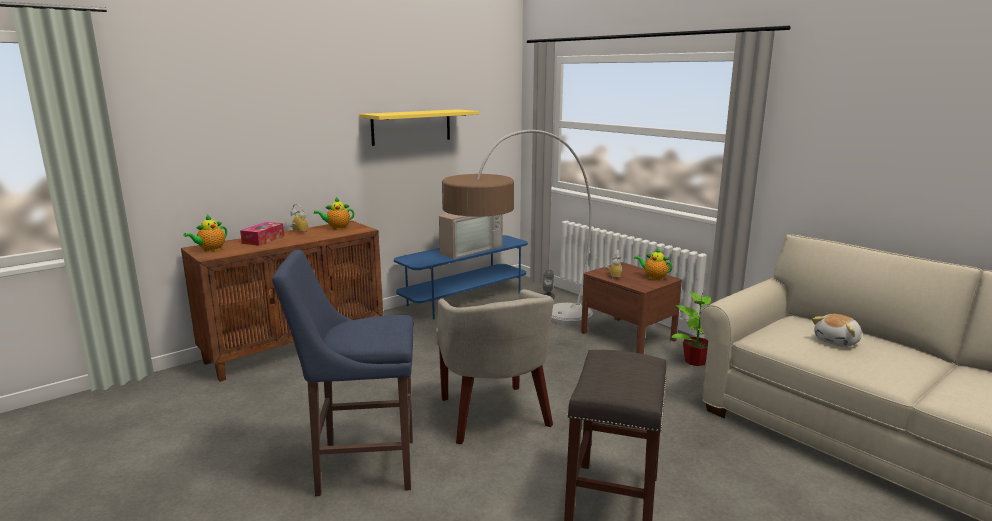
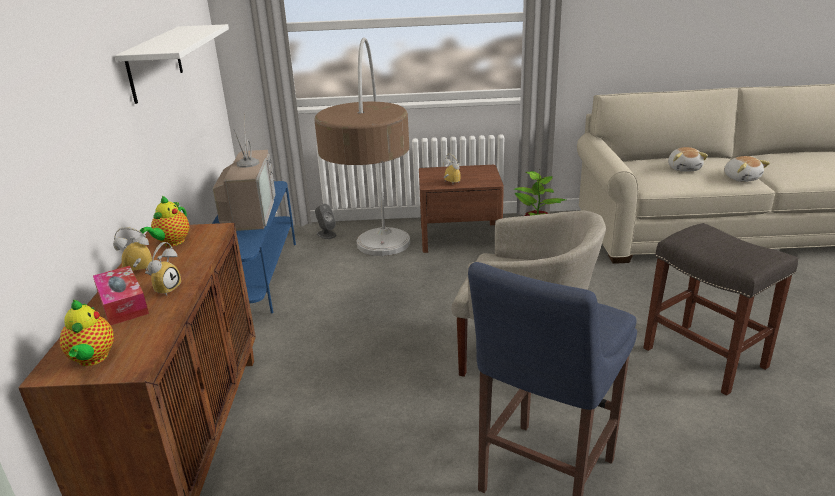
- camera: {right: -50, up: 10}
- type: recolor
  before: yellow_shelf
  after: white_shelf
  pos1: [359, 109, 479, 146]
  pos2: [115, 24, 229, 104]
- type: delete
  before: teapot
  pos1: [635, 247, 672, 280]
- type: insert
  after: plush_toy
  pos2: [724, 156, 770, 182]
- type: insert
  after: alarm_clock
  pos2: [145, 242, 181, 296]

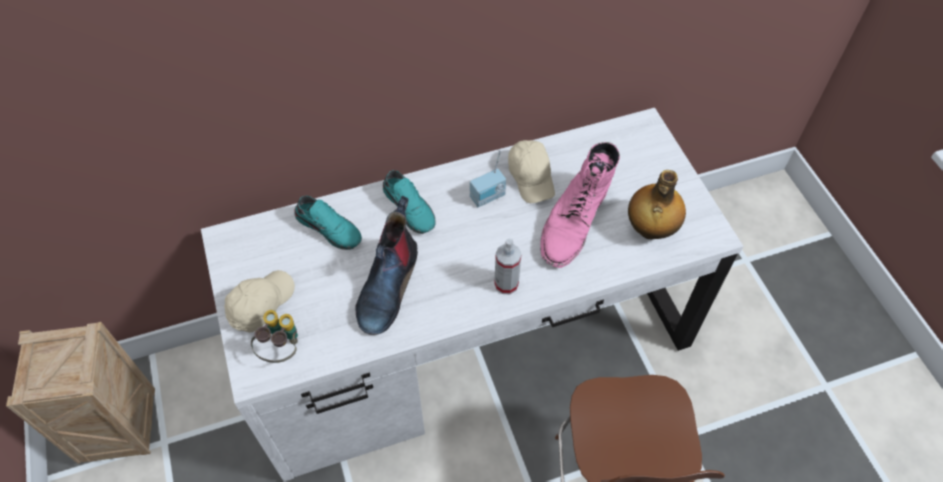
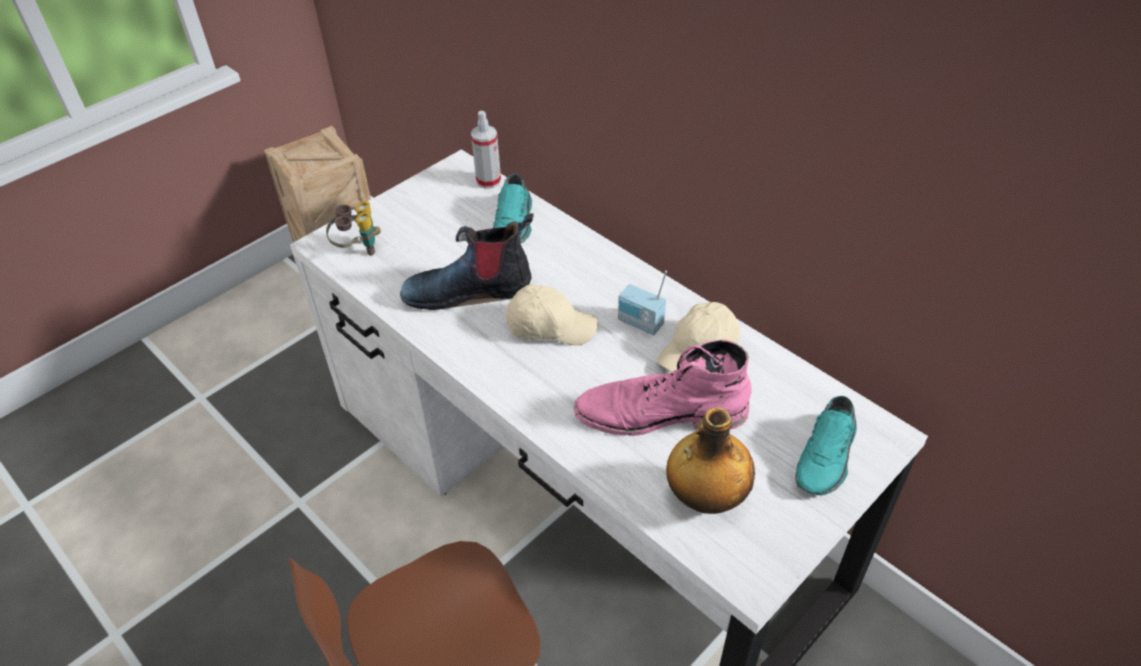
- camera: {right: 65, up: -10}
- type: move
  before: turquoise_shoe
  pos1: [383, 170, 436, 234]
  pos2: [795, 396, 857, 495]
- type: move
  before: spray_bottle
  pos1: [494, 239, 521, 294]
  pos2: [471, 111, 501, 189]
- type: move
  before: beige_cap
  pos1: [224, 270, 295, 332]
  pos2: [506, 284, 598, 345]

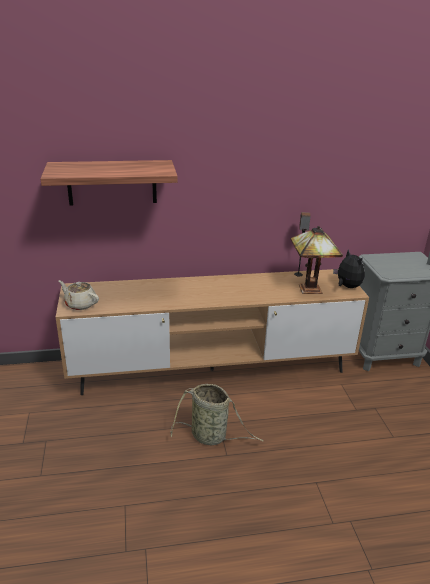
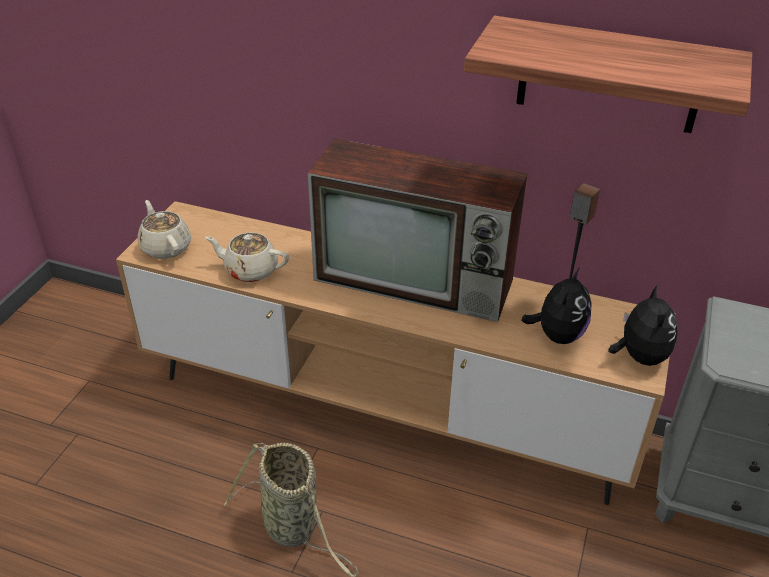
- camera: {right: 30, up: 10}
- type: move
  before: shelf
  pos1: [40, 160, 178, 205]
  pos2: [464, 16, 752, 133]
- type: replace
  before: table_lamp
  after: plush_toy
  pos1: [290, 226, 343, 294]
  pos2: [521, 267, 592, 344]
- type: insert
  after: television
  pos2: [308, 139, 527, 322]
- type: insert
  after: beige_teapot
  pos2: [205, 233, 289, 282]

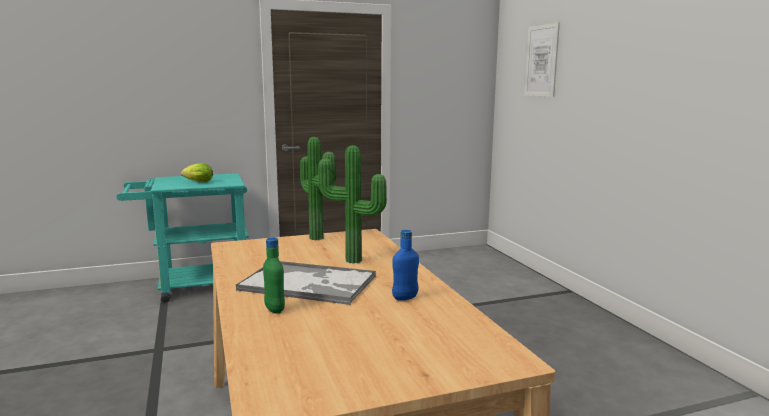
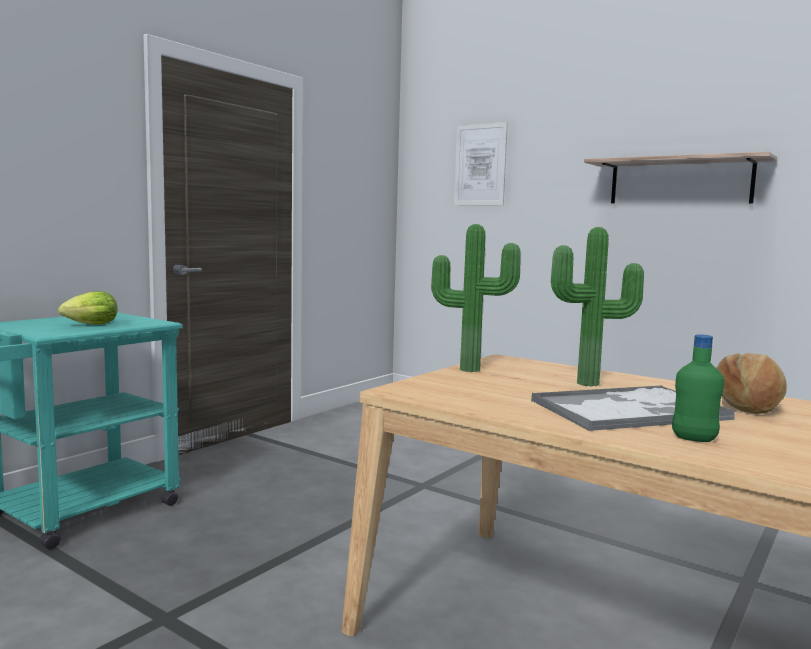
- camera: {right: -35, up: -5}
- type: replace
  before: blue_bottle
  after: bread
  pos1: [392, 230, 419, 301]
  pos2: [716, 353, 787, 414]
- type: insert
  after: shelf
  pos2: [584, 152, 777, 203]

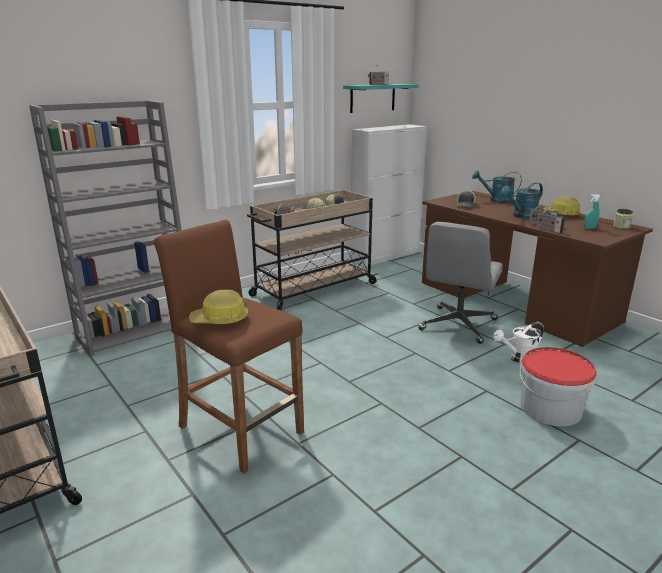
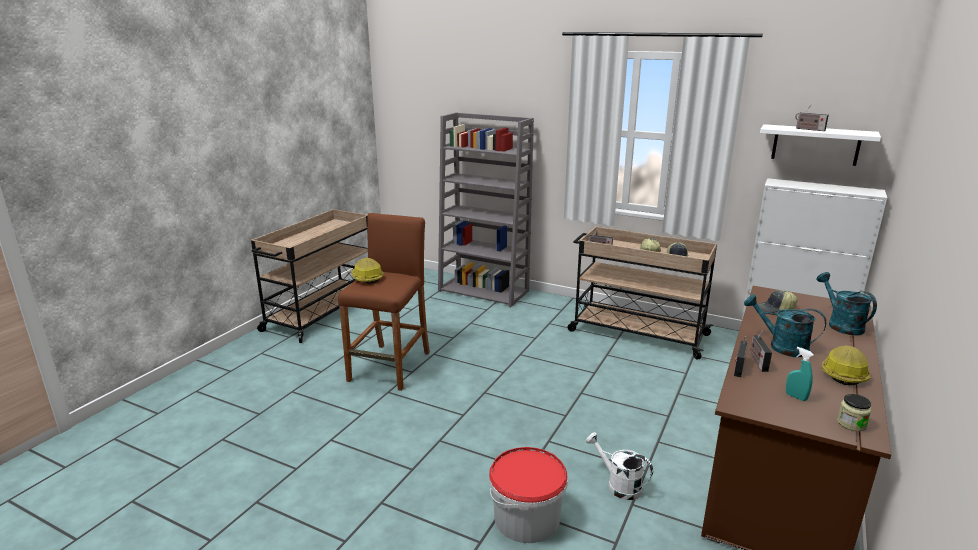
- camera: {right: 65, up: 0}
- type: recolor
  before: turquoise_shelf
  after: white_shelf
  pos1: [343, 84, 419, 113]
  pos2: [760, 124, 881, 166]
- type: delete
  before: grey_office_chair
  pos1: [418, 222, 503, 344]

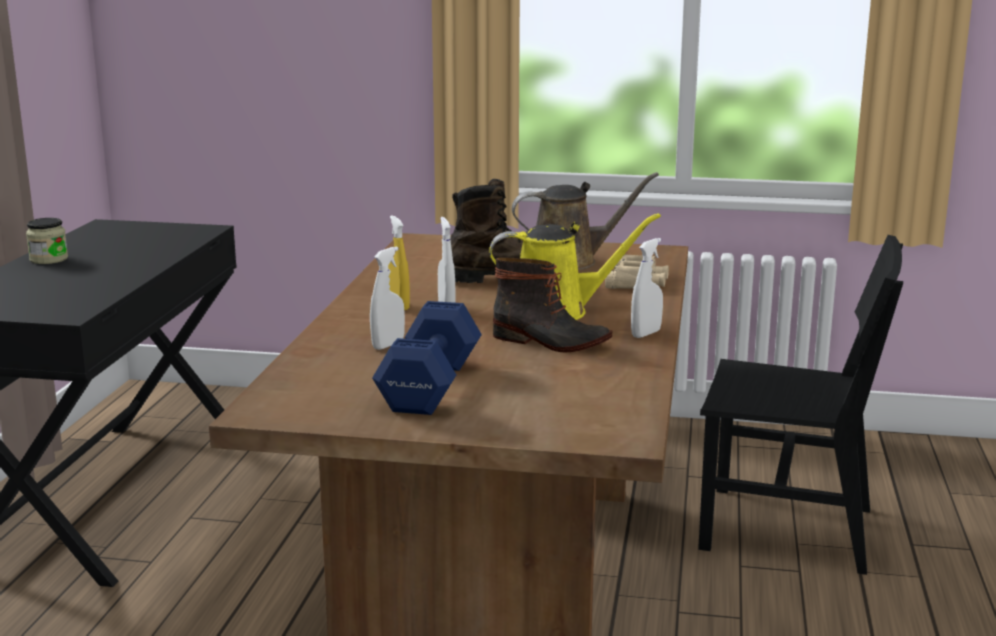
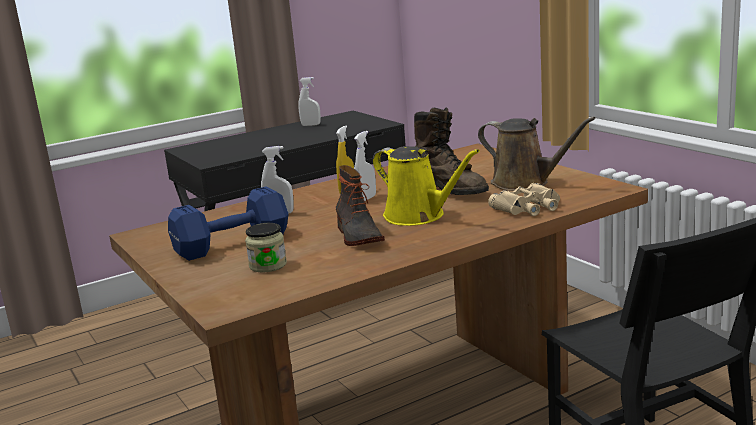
- camera: {right: 50, up: 0}
- type: move
  before: jar
  pos1: [26, 218, 68, 264]
  pos2: [245, 223, 287, 273]
- type: move
  before: white_spray_bottle
  pos1: [631, 238, 663, 338]
  pos2: [298, 77, 321, 126]

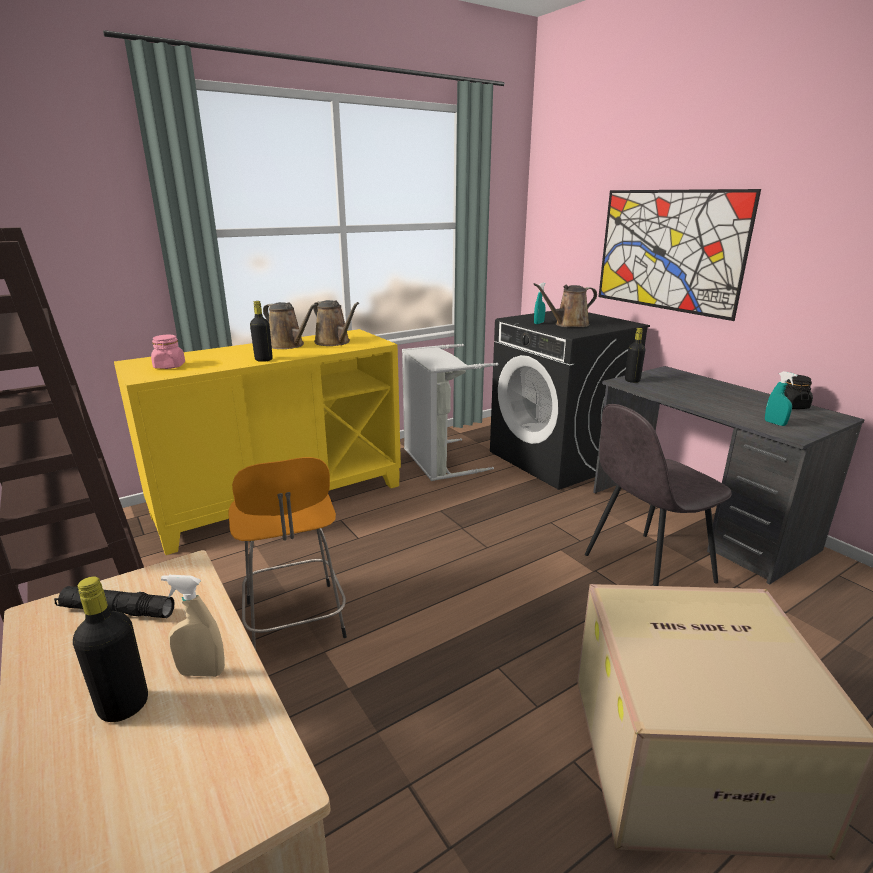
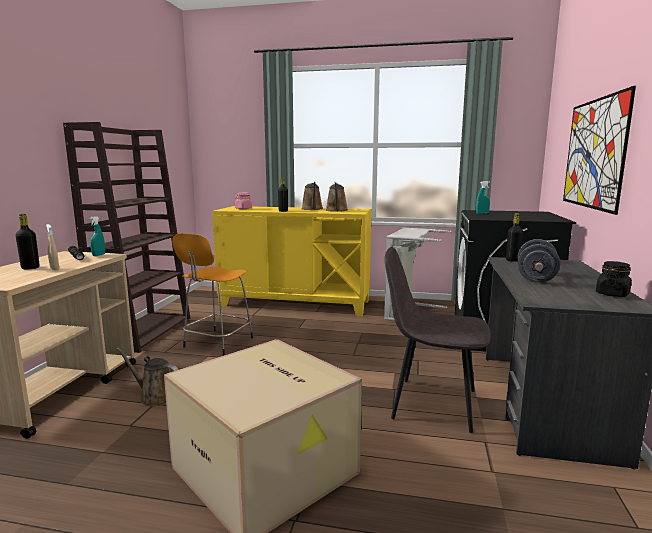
- camera: {right: 45, up: -10}
- type: move
  before: brown_watering_can
  pos1: [533, 283, 597, 327]
  pos2: [116, 348, 179, 406]
- type: move
  before: turquoise_spray_bottle
  pos1: [765, 371, 797, 426]
  pos2: [89, 216, 105, 256]
- type: insert
  after: grey_dumbbell
  pos2: [518, 239, 560, 283]

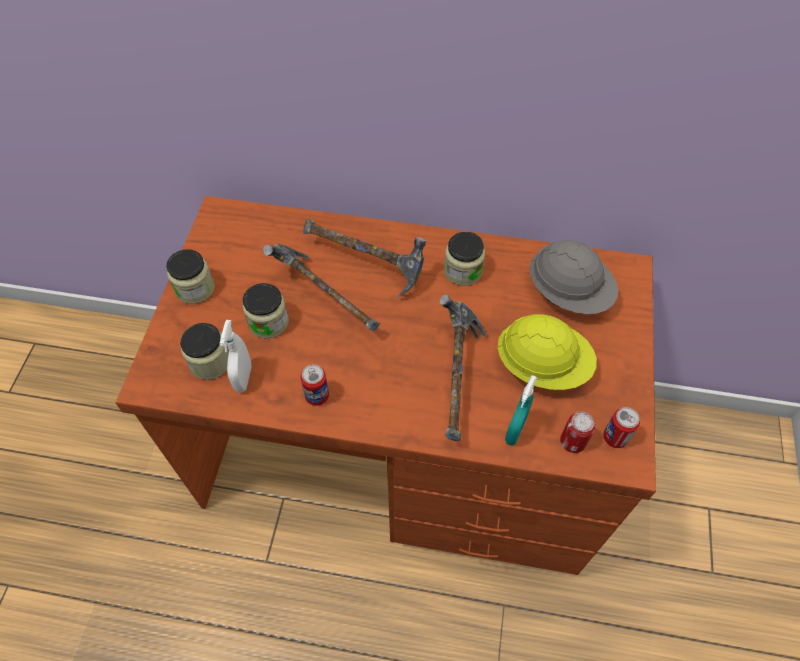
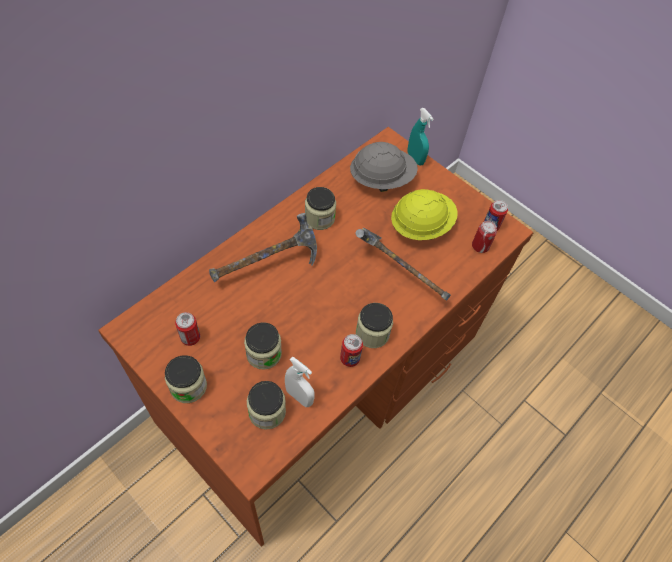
- camera: {right: -60, up: 0}
- type: delete
  before: hammer
  pos1: [263, 244, 380, 330]
- type: move
  before: turquoise_spray_bottle
  pos1: [505, 375, 537, 445]
  pos2: [408, 108, 434, 165]
- type: insert
  after: jar
  pos2: [356, 303, 393, 348]
- type: insert
  after: can
  pos2: [175, 312, 200, 346]

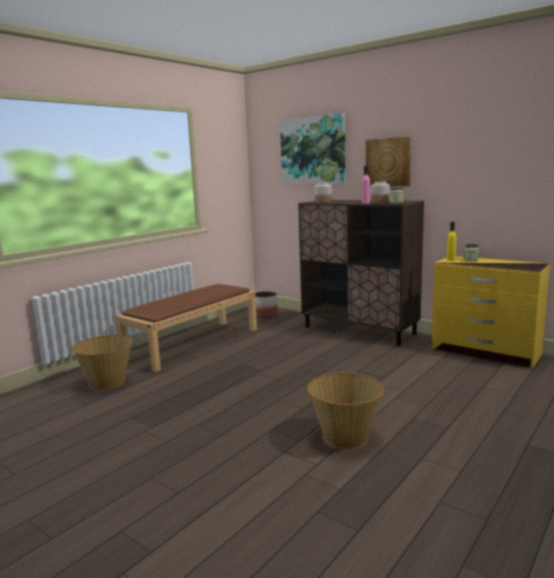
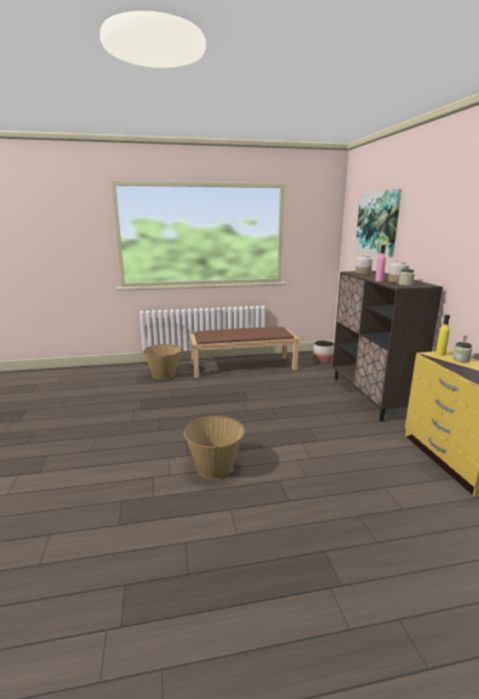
- camera: {right: 40, up: 5}
- type: delete
  before: picture
  pos1: [366, 137, 411, 187]

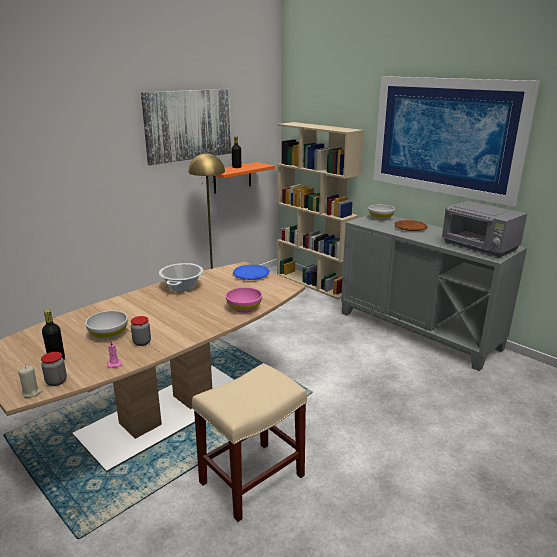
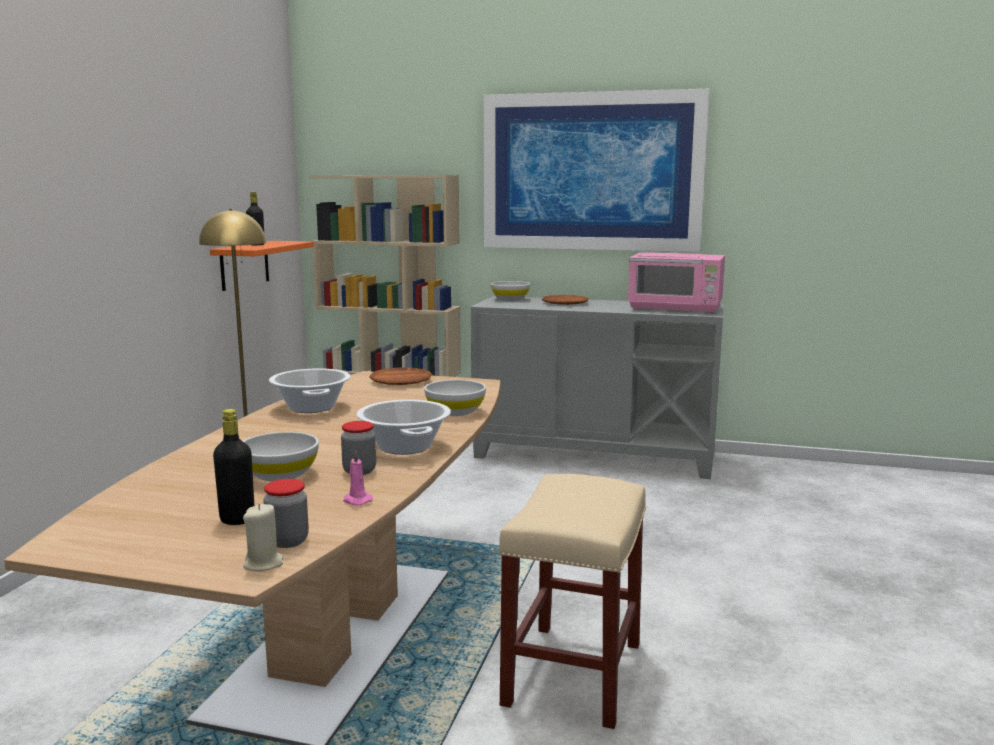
- camera: {right: -30, up: -10}
- type: delete
  before: picture
  pos1: [141, 89, 231, 165]
- type: recolor
  before: grey_microwave
  after: pink_microwave
  pos1: [442, 201, 527, 258]
  pos2: [628, 252, 725, 313]
- type: recolor
  before: blue_plate
  after: brown_plate
  pos1: [233, 265, 270, 280]
  pos2: [369, 367, 432, 385]
- type: recolor
  before: pink_bowl
  after: white_bowl
  pos1: [226, 287, 262, 313]
  pos2: [424, 380, 486, 416]
- type: insert
  after: cooking_pot
  pos2: [356, 400, 451, 455]

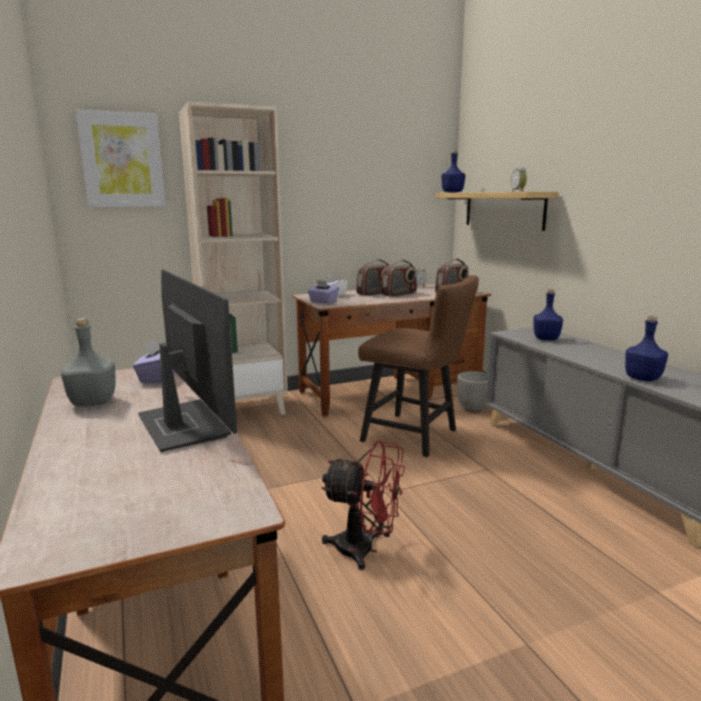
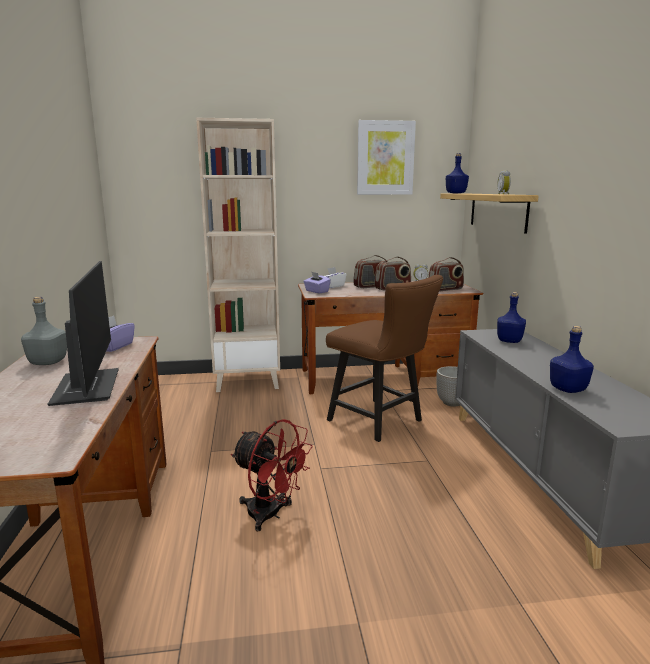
- camera: {right: 15, up: 0}
- type: move
  before: picture
  pos1: [76, 110, 166, 207]
  pos2: [357, 120, 416, 195]

